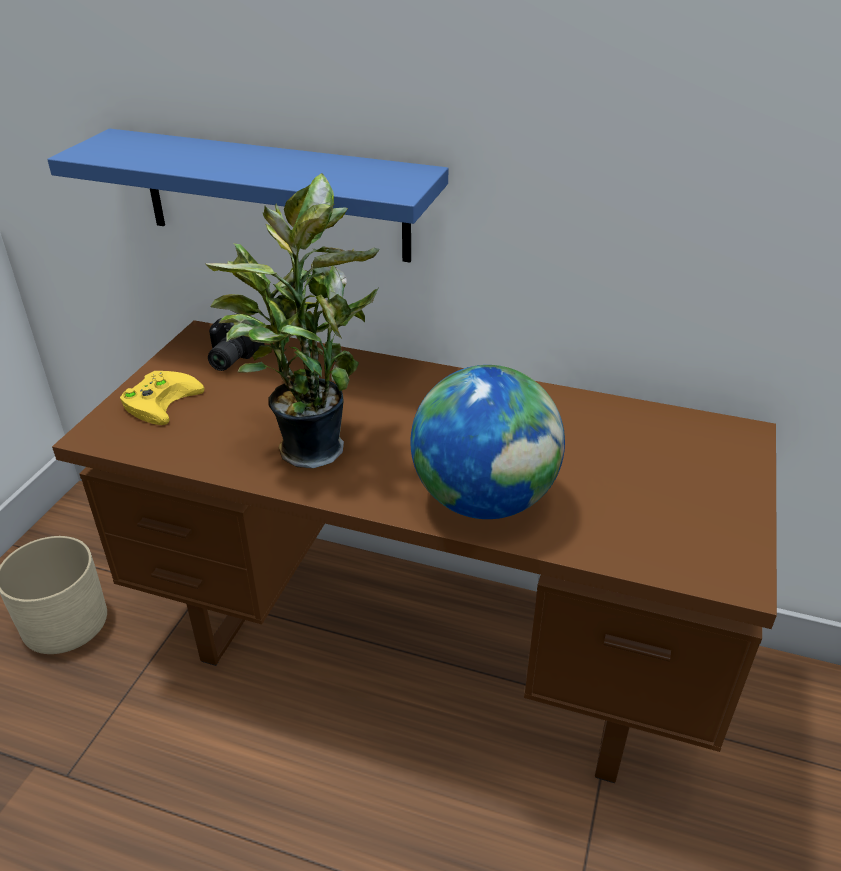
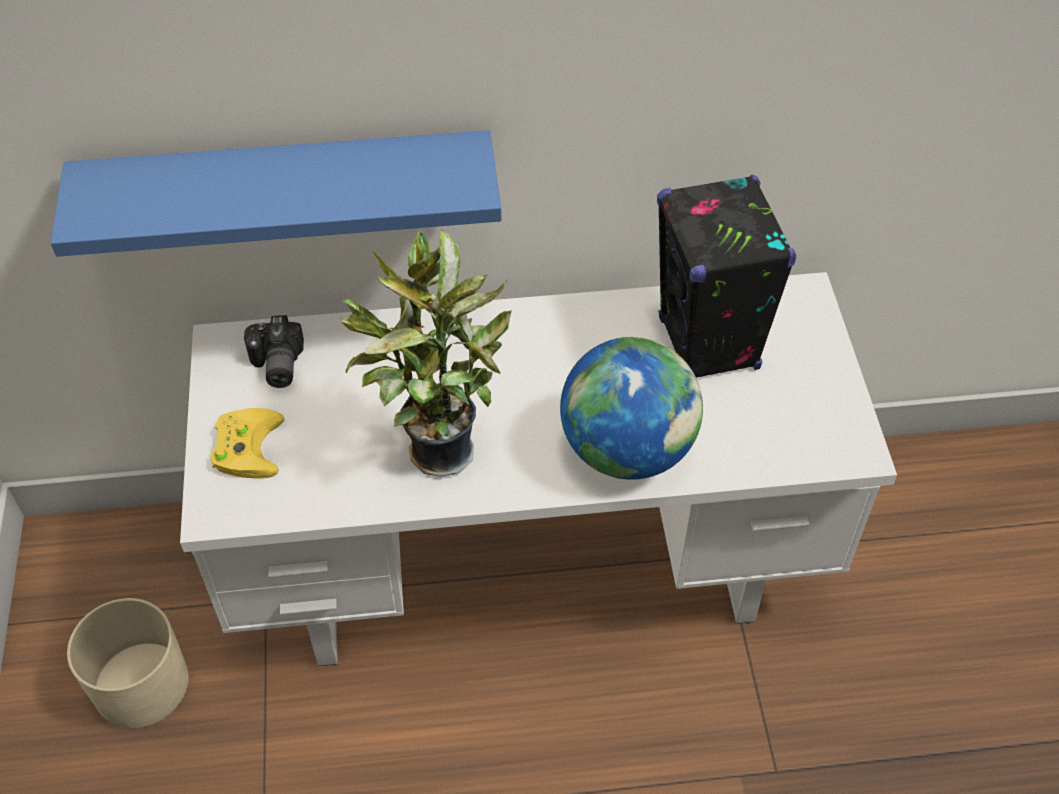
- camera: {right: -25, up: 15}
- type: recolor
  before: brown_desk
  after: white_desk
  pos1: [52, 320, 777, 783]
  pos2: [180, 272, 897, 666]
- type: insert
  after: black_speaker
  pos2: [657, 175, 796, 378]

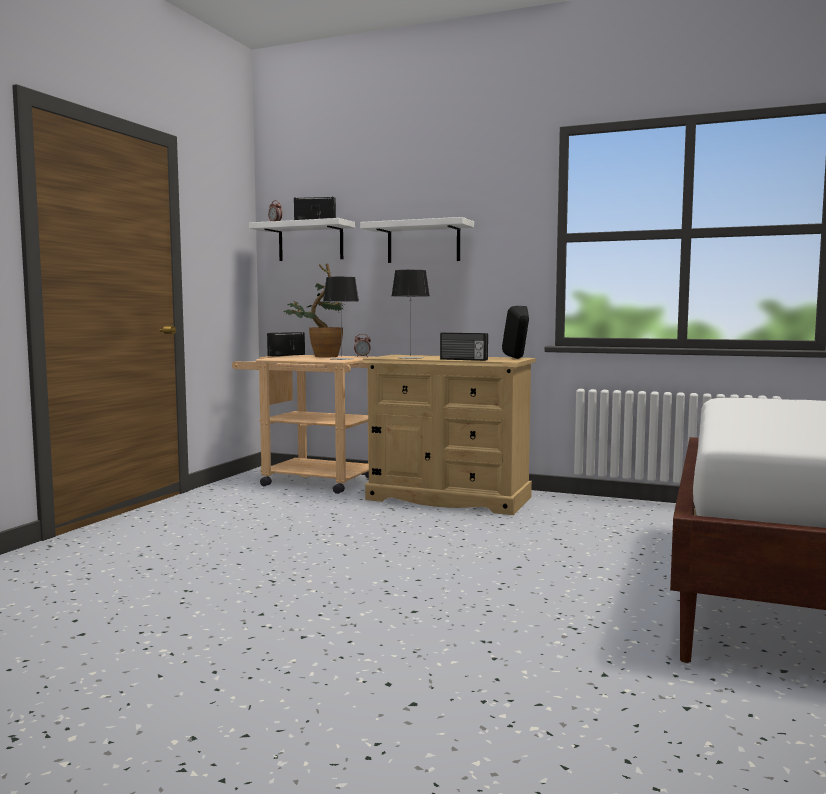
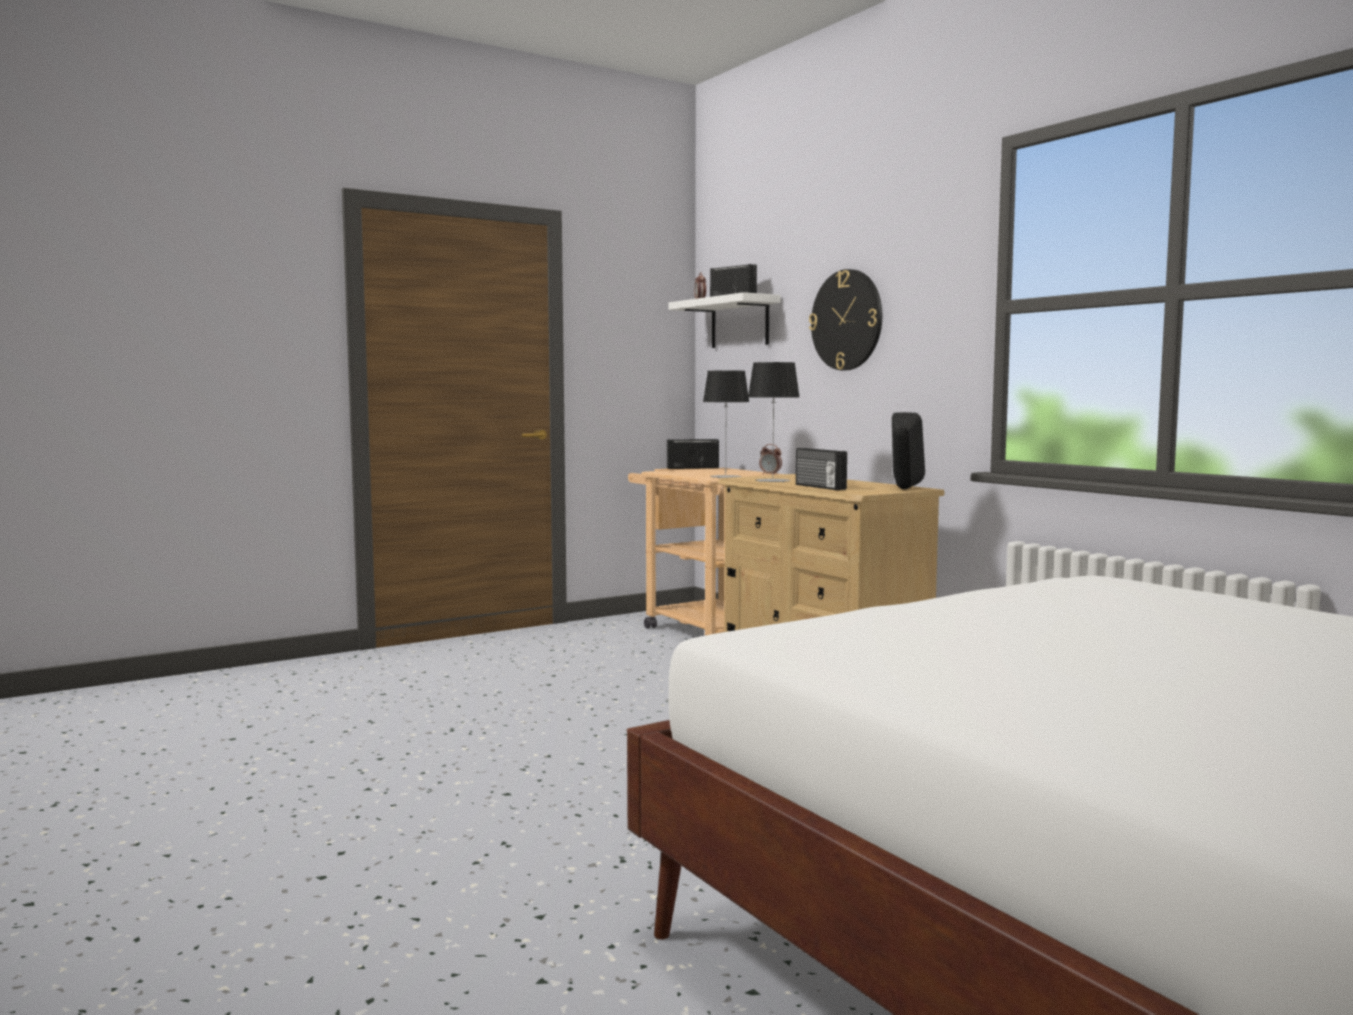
- camera: {right: 35, up: 0}
- type: replace
  before: white_shelf
  after: wall_clock
  pos1: [360, 217, 474, 263]
  pos2: [809, 269, 882, 371]
- type: delete
  before: potted_plant
  pos1: [283, 263, 345, 357]

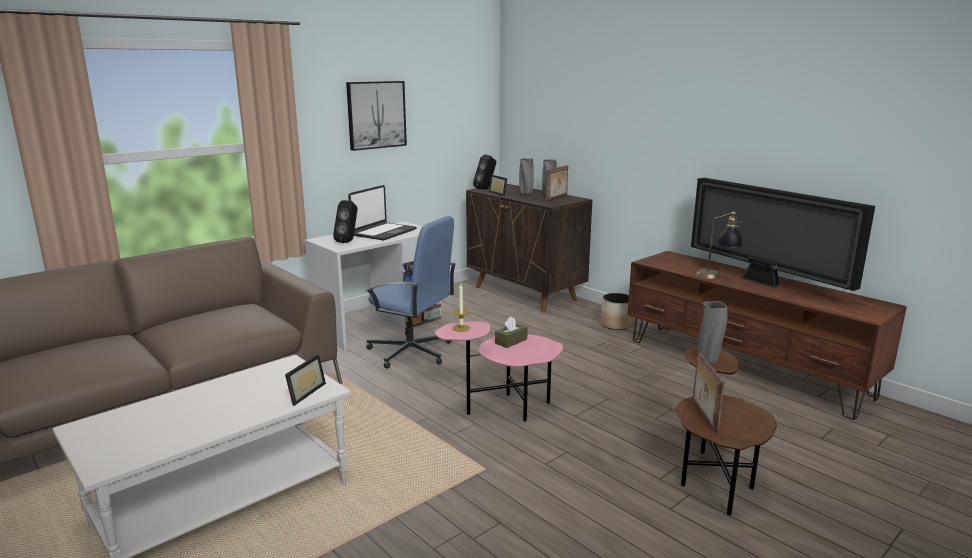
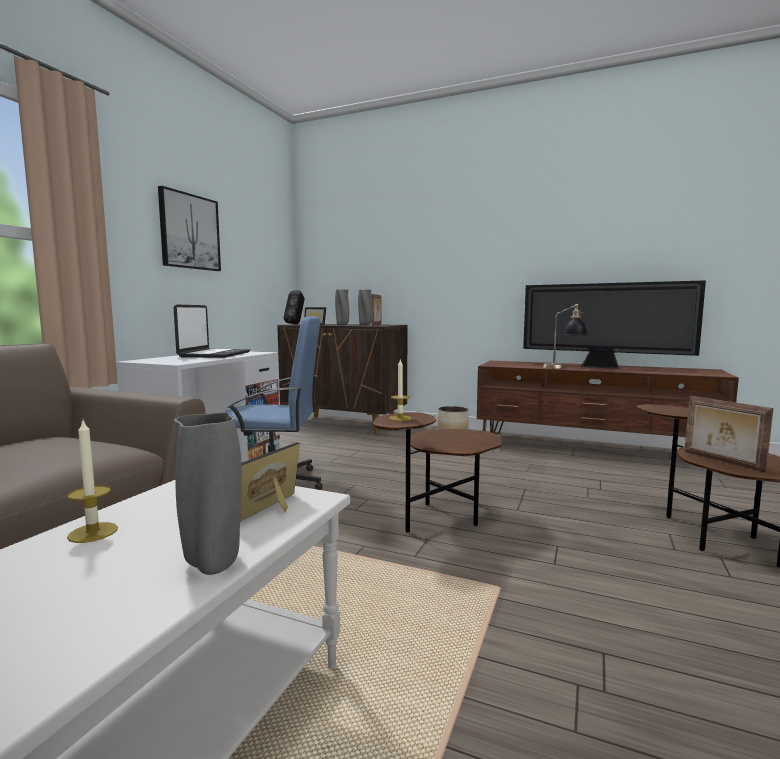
- camera: {right: -25, up: -10}
- type: delete
  before: black_speaker
  pos1: [333, 200, 358, 243]
- type: move
  before: grey_vase
  pos1: [698, 301, 728, 364]
  pos2: [174, 412, 242, 575]
- type: delete
  before: brown_tissue_box
  pos1: [495, 317, 528, 348]
- type: recolor
  before: pink_side_table
  after: brown_side_table
  pos1: [435, 321, 563, 422]
  pos2: [373, 412, 502, 533]
- type: rotate
  before: picture_frame
  pos1: [285, 354, 326, 406]
  pos2: [240, 442, 300, 521]
  turn: -150
- type: insert
  after: candle
  pos2: [67, 420, 118, 543]

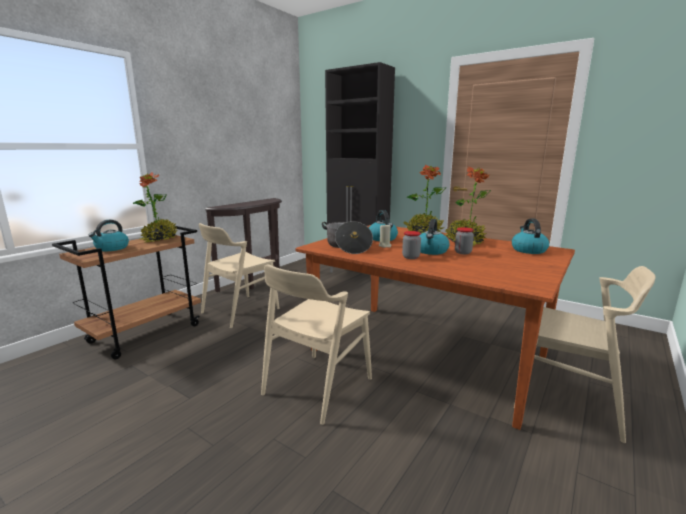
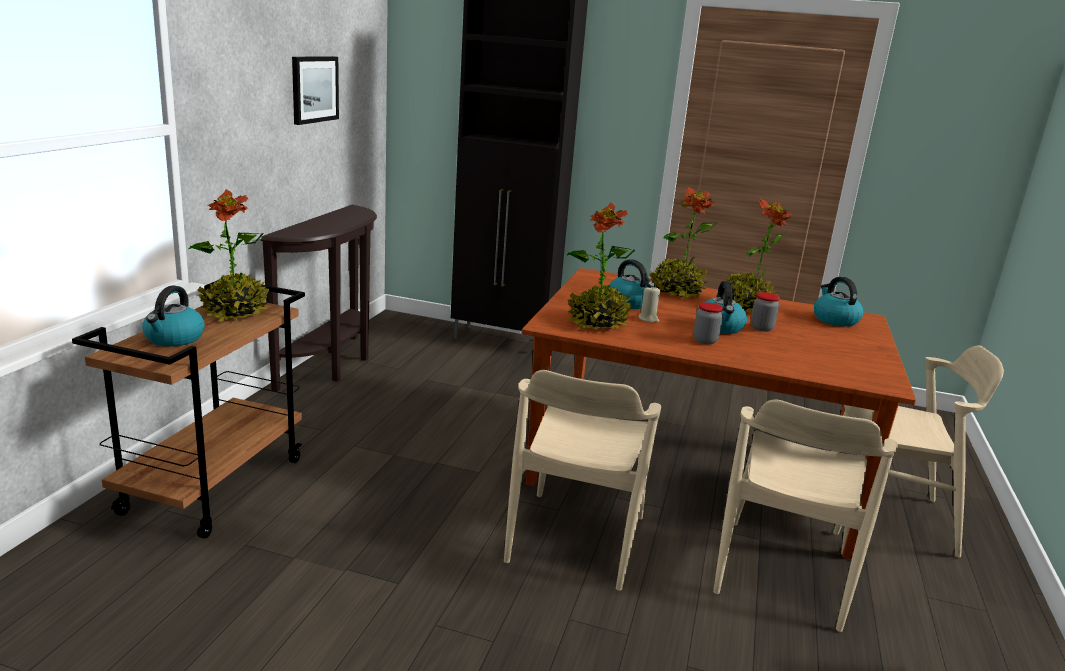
- camera: {right: -20, up: 5}
- type: replace
  before: cooking_pot
  after: potted_plant
  pos1: [322, 221, 373, 254]
  pos2: [566, 203, 635, 330]
- type: move
  before: beige_chair
  pos1: [199, 223, 280, 328]
  pos2: [713, 400, 898, 632]
- type: insert
  after: picture
  pos2: [292, 56, 339, 125]

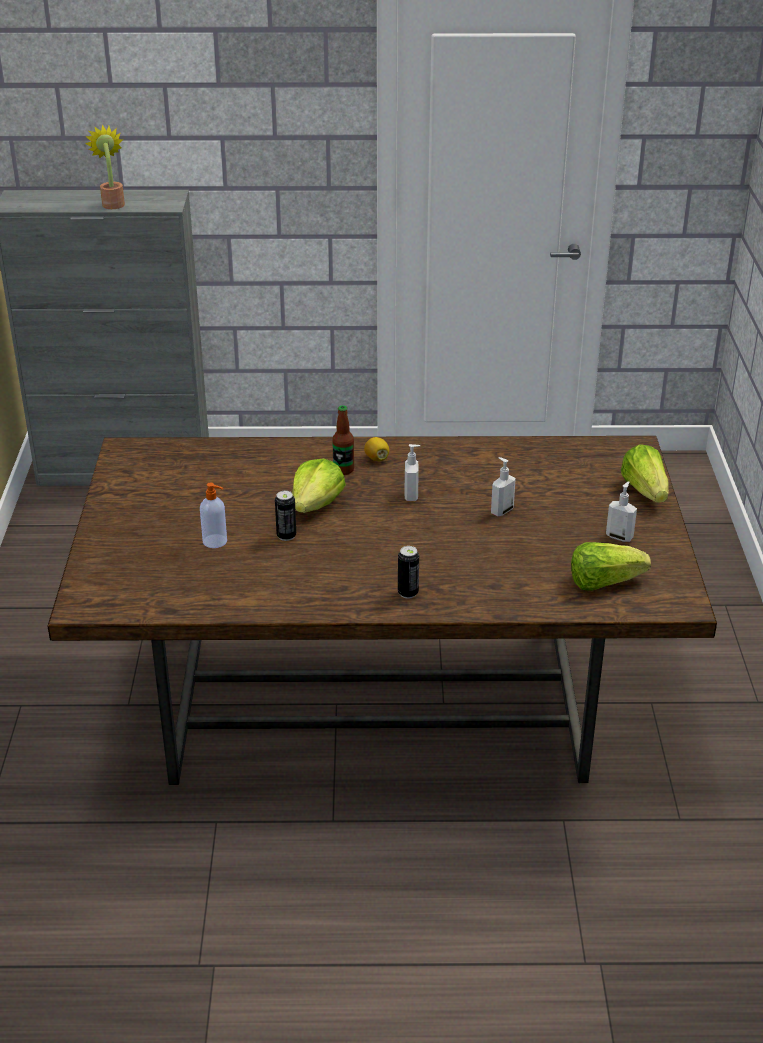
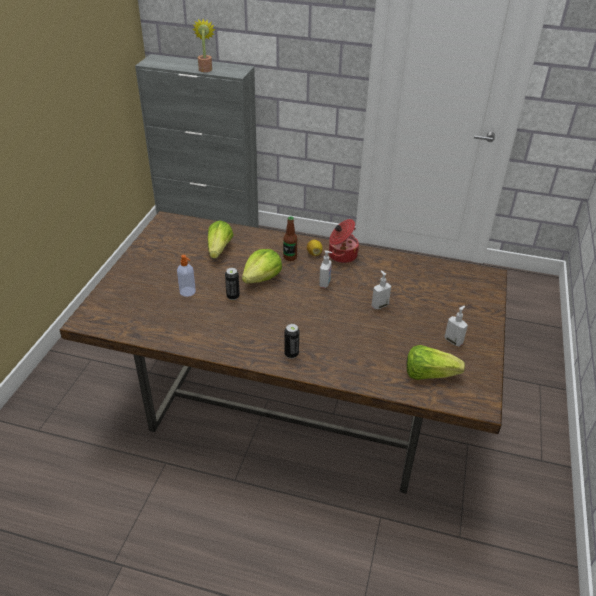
- camera: {right: 15, up: 5}
- type: move
  before: lettuce
  pos1: [621, 444, 669, 503]
  pos2: [208, 220, 234, 258]
- type: insert
  after: cooking_pot
  pos2: [329, 219, 359, 263]

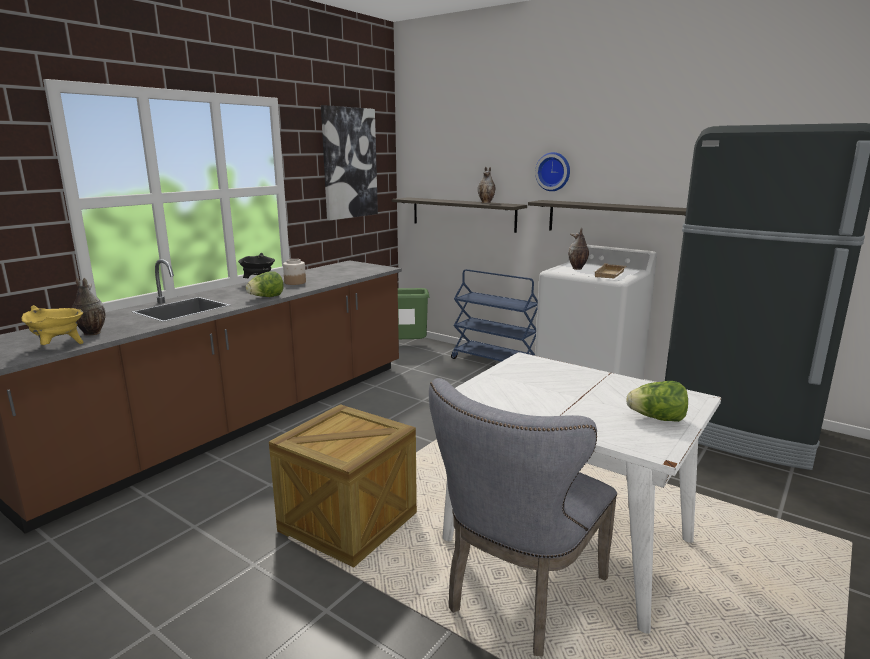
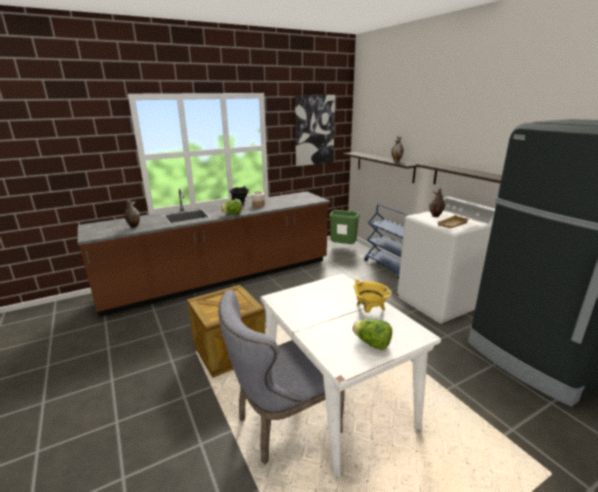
- camera: {right: 25, up: 5}
- type: delete
  before: wall_clock
  pos1: [535, 152, 570, 191]
- type: move
  before: yellow_cooking_pot
  pos1: [21, 305, 84, 345]
  pos2: [353, 279, 392, 313]

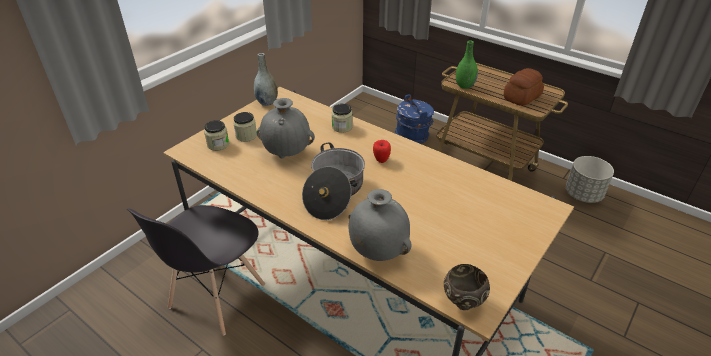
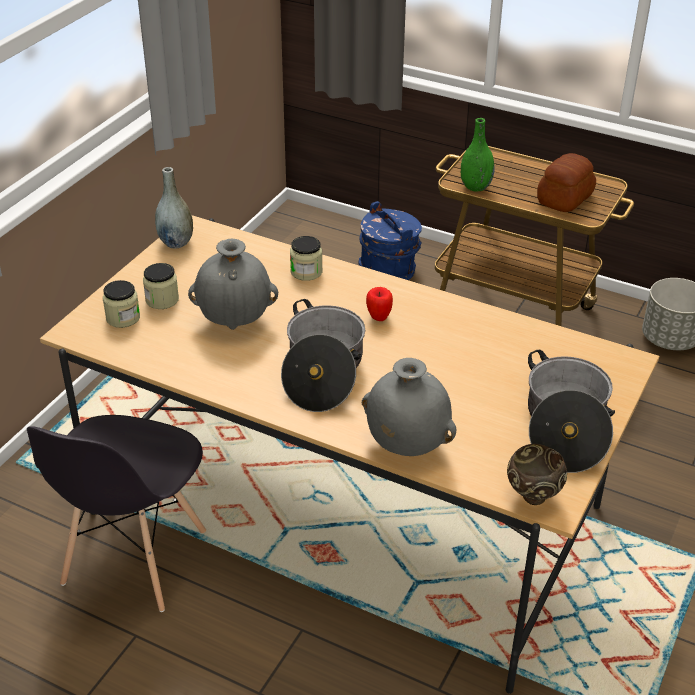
- camera: {right: -10, up: 0}
- type: insert
  after: cooking_pot
  pos2: [528, 350, 615, 473]

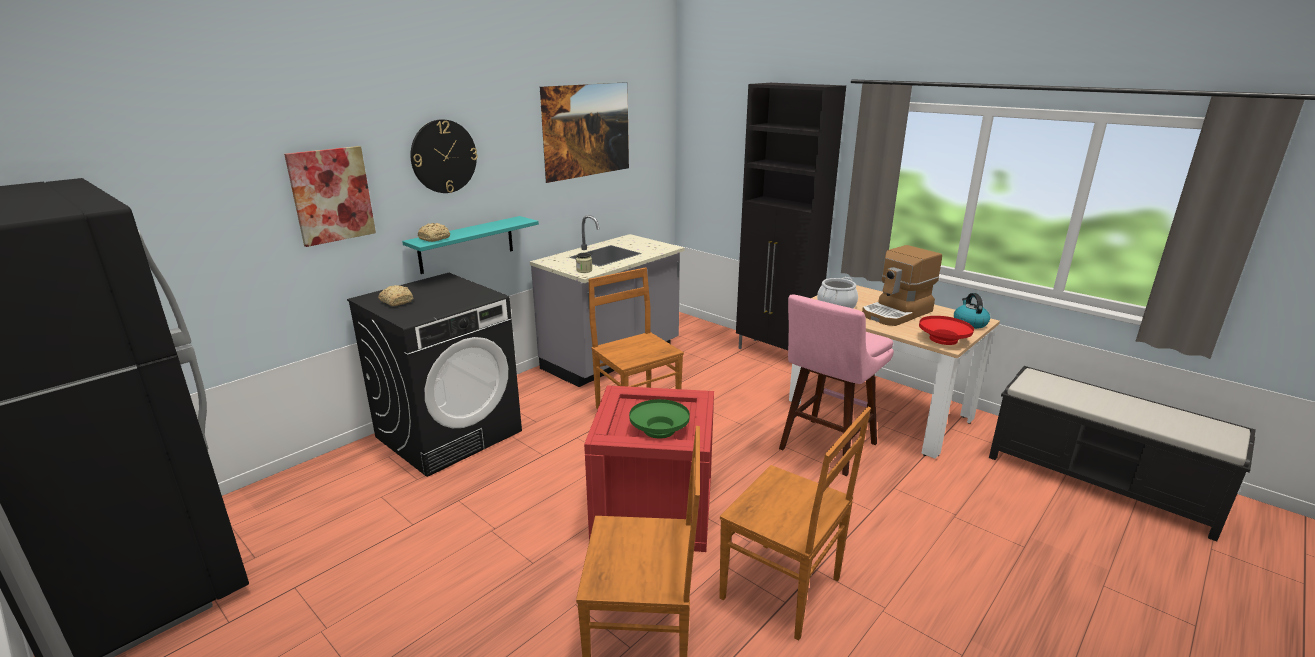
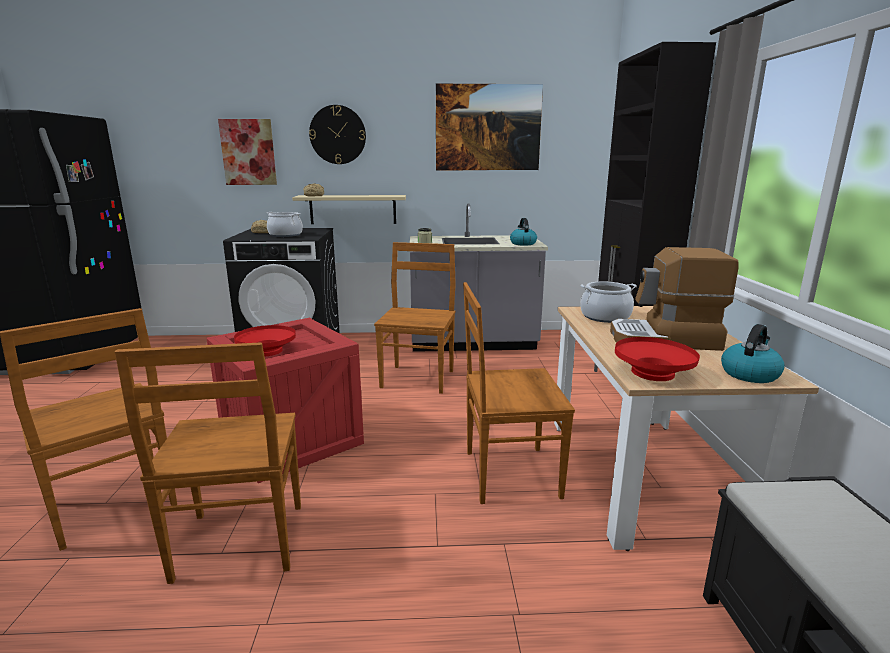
- camera: {right: 45, up: -5}
- type: recolor
  before: turquoise_shelf
  after: beige_shelf
  pos1: [402, 216, 539, 274]
  pos2: [292, 195, 406, 224]
- type: replace
  before: pink_stool
  after: brown_chair
  pos1: [779, 295, 894, 476]
  pos2: [463, 282, 575, 504]
- type: recolor
  before: green_bowl
  after: red_bowl
  pos1: [629, 399, 690, 439]
  pos2: [234, 325, 296, 356]
- type: insert
  after: cooking_pot
  pos2: [267, 212, 303, 237]
- type: insert
  after: kettle
  pos2: [510, 218, 537, 245]

